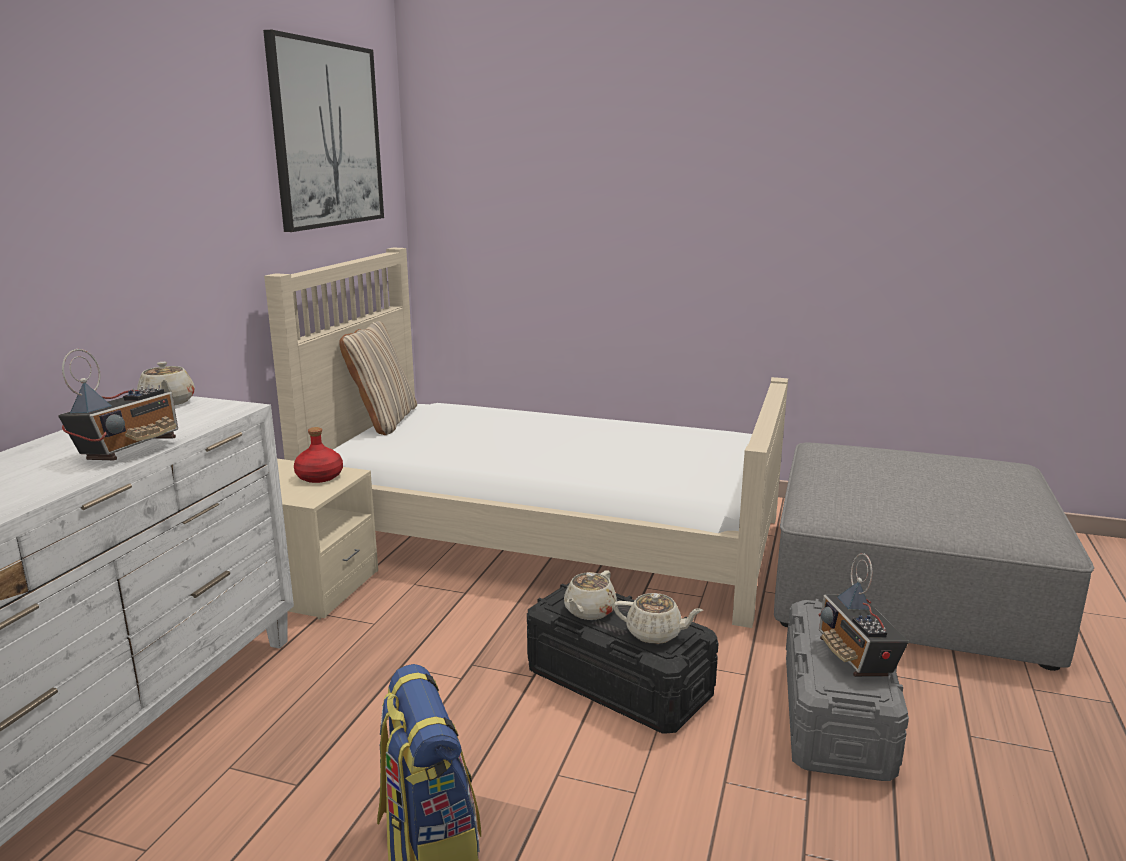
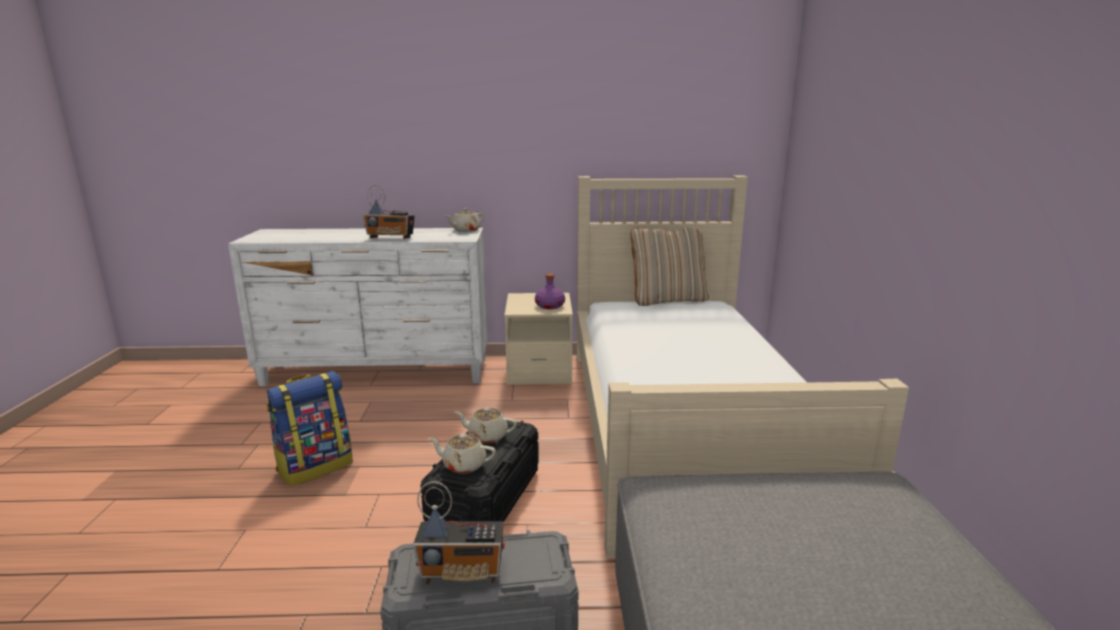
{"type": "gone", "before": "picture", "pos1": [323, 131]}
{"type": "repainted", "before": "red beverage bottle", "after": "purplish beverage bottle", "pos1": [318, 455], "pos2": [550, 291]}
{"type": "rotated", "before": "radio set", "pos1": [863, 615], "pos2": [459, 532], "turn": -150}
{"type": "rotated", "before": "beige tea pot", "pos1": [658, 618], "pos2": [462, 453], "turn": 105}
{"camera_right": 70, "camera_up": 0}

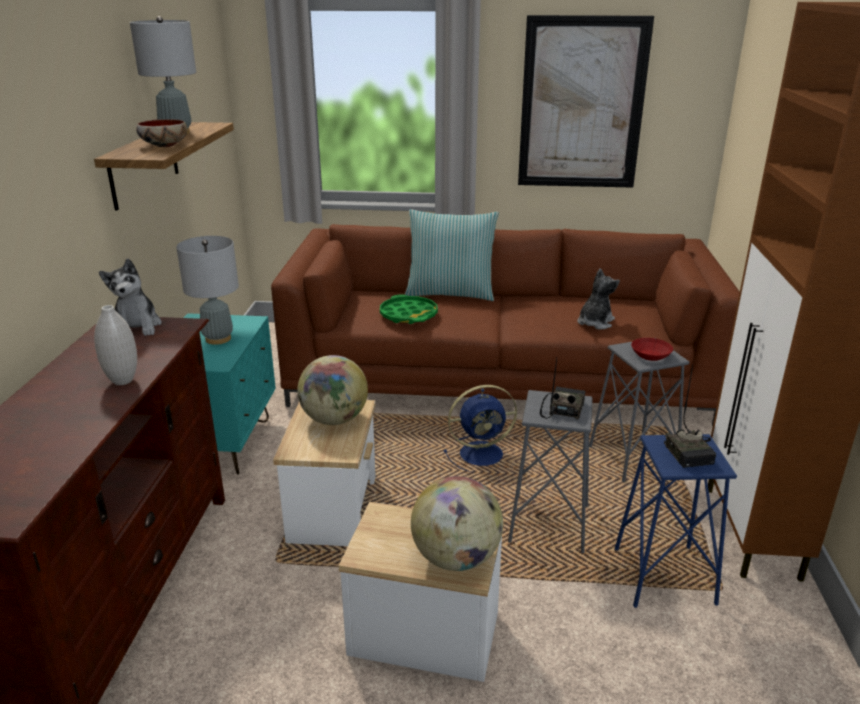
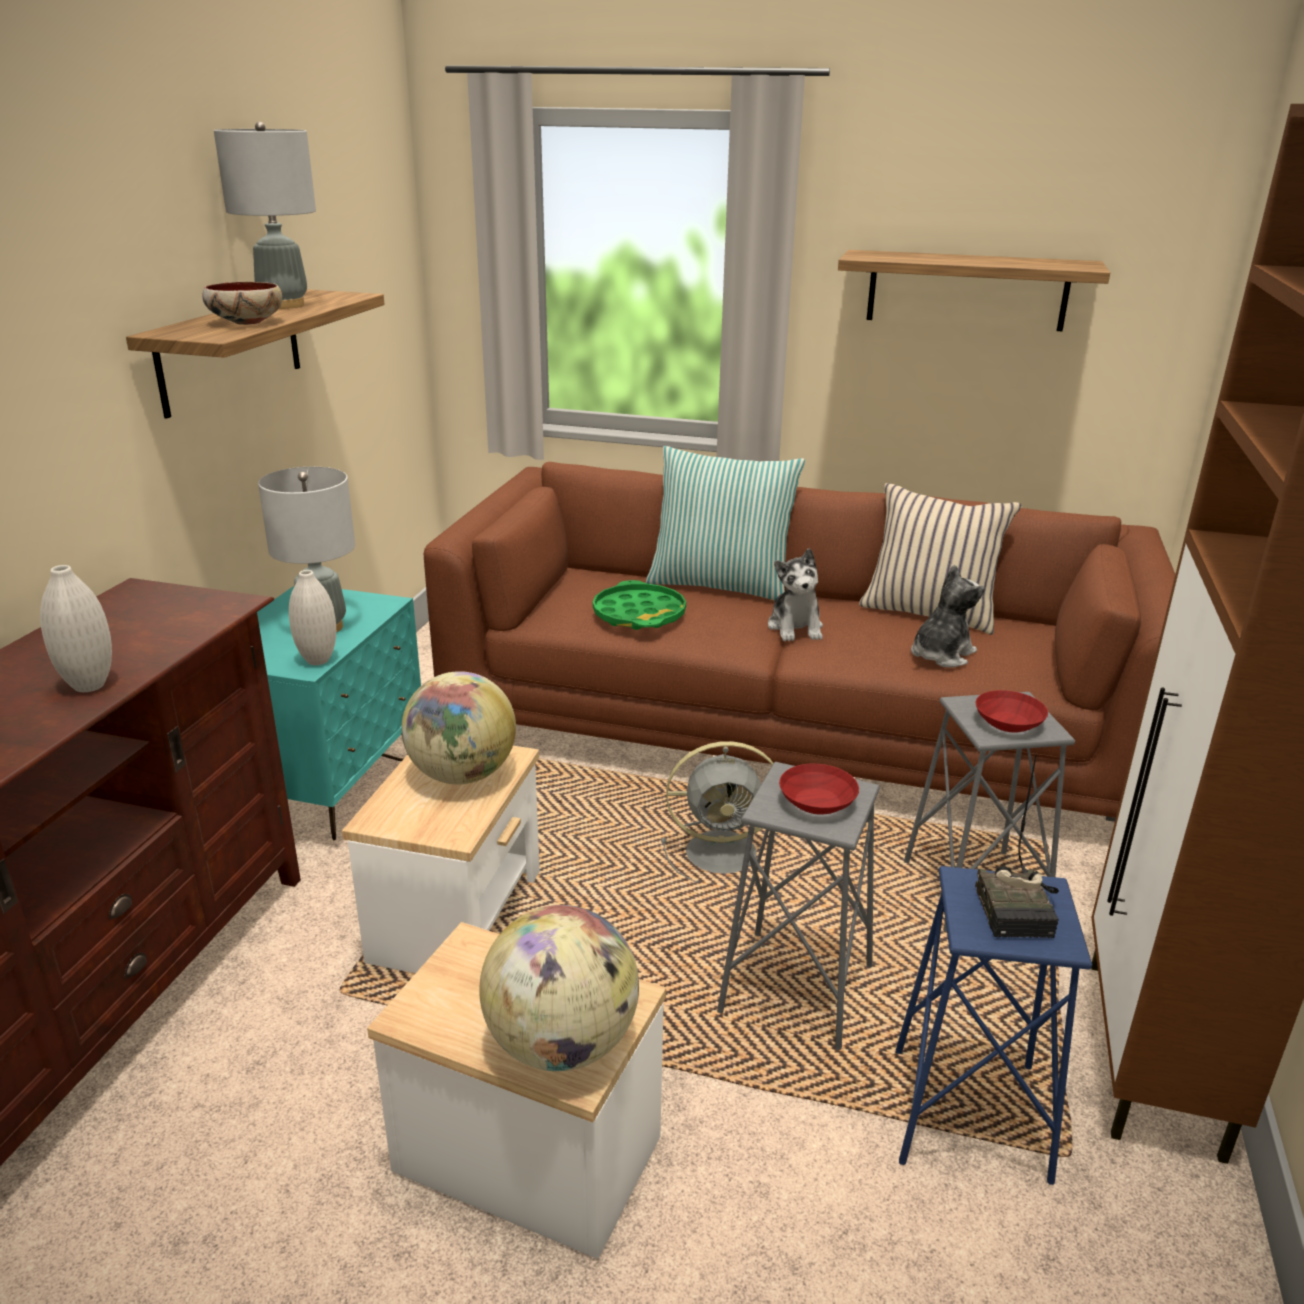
{"type": "swapped", "before": "picture", "after": "wall shelf", "pos1": [586, 101], "pos2": [974, 290]}
{"type": "shifted", "before": "plush toy", "pos1": [130, 297], "pos2": [795, 594]}
{"type": "swapped", "before": "radio set", "after": "red serving bowl", "pos1": [562, 389], "pos2": [819, 789]}
{"type": "repainted", "before": "bluish cooling fan", "after": "gray cooling fan", "pos1": [480, 428], "pos2": [717, 811]}
{"type": "new", "after": "beige throw pillow", "pos2": [940, 559]}
{"type": "new", "after": "white-coloured flower vase", "pos2": [312, 617]}
{"camera_right": 10, "camera_up": 0}

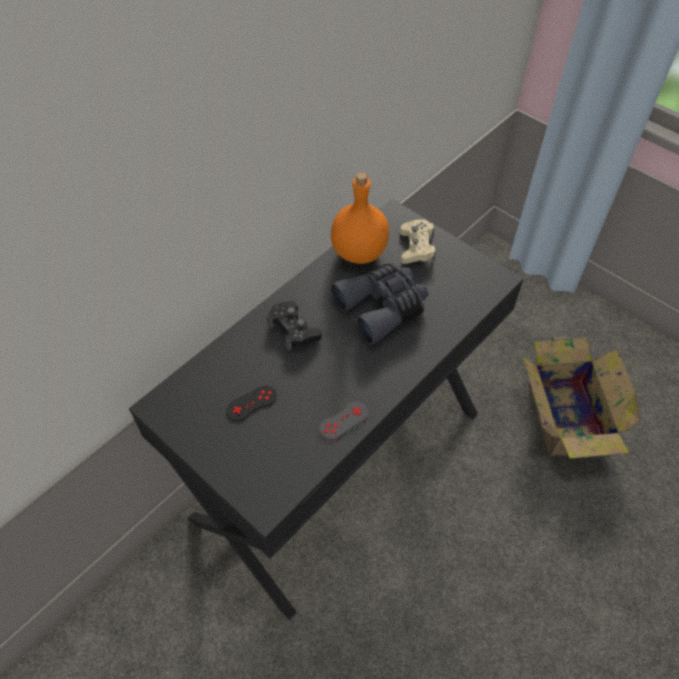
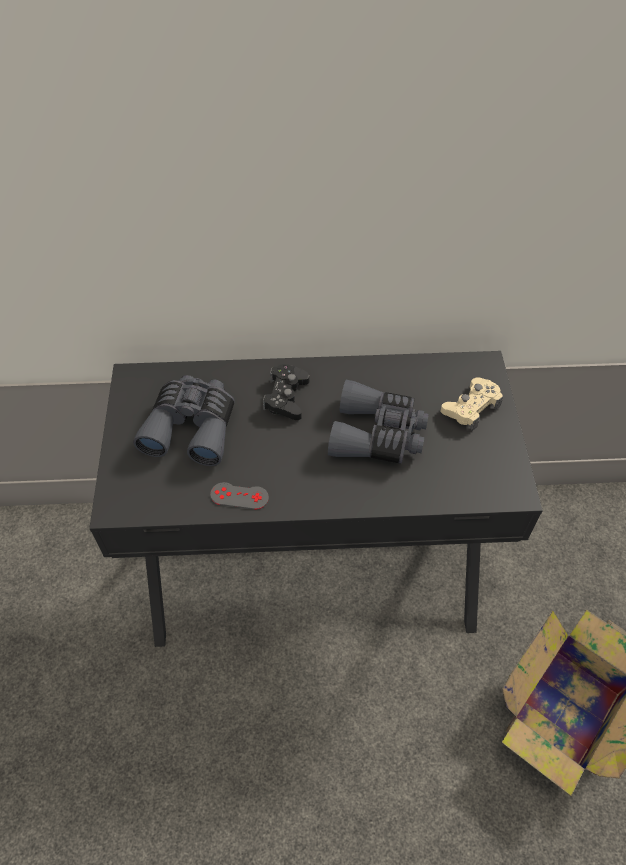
{"type": "gone", "before": "orange beverage bottle", "pos1": [360, 218]}
{"type": "swapped", "before": "black-coloured joypad", "after": "gray binoculars", "pos1": [251, 403], "pos2": [184, 420]}
{"camera_right": 45, "camera_up": 0}

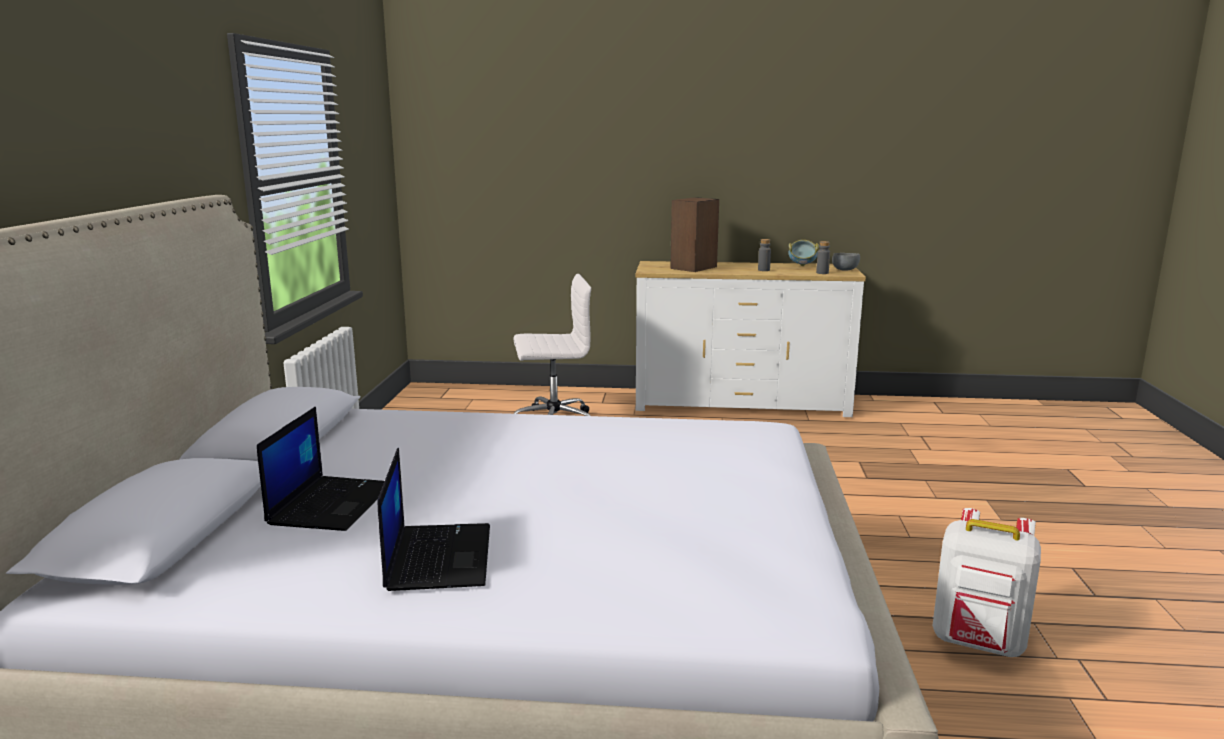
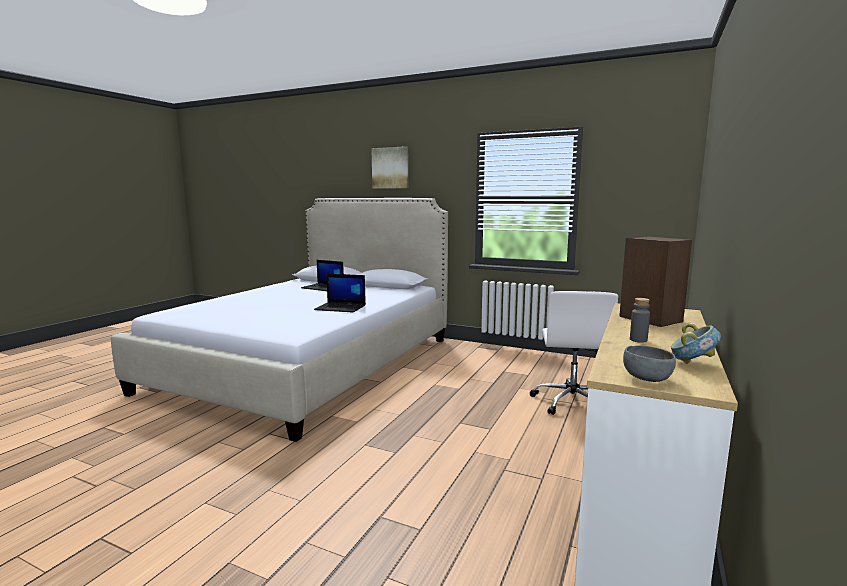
{"type": "gone", "before": "gray beverage bottle", "pos1": [823, 257]}
{"type": "shifted", "before": "notebook computer", "pos1": [434, 519], "pos2": [340, 293]}
{"type": "gone", "before": "white-coloured backpack", "pos1": [986, 582]}
{"type": "new", "after": "picture", "pos2": [389, 167]}
{"camera_right": 110, "camera_up": -5}

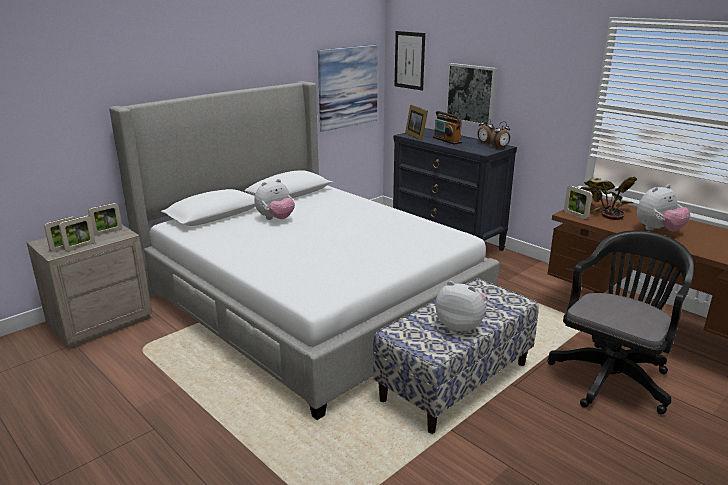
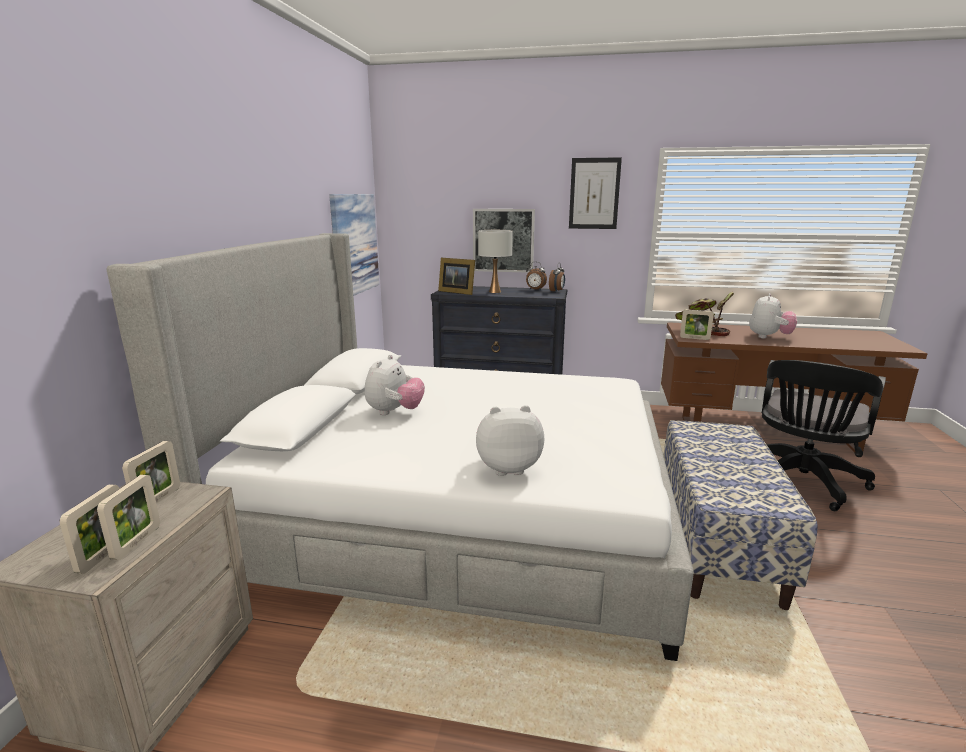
{"type": "shifted", "before": "picture", "pos1": [410, 61], "pos2": [595, 193]}
{"type": "swapped", "before": "radio set", "after": "white-coloured tabletop lamp", "pos1": [447, 128], "pos2": [495, 261]}
{"type": "rotated", "before": "black-coloured desk chair", "pos1": [620, 322], "pos2": [824, 435], "turn": -150}
{"type": "shifted", "before": "plush toy", "pos1": [461, 307], "pos2": [510, 440]}
{"camera_right": -35, "camera_up": -5}

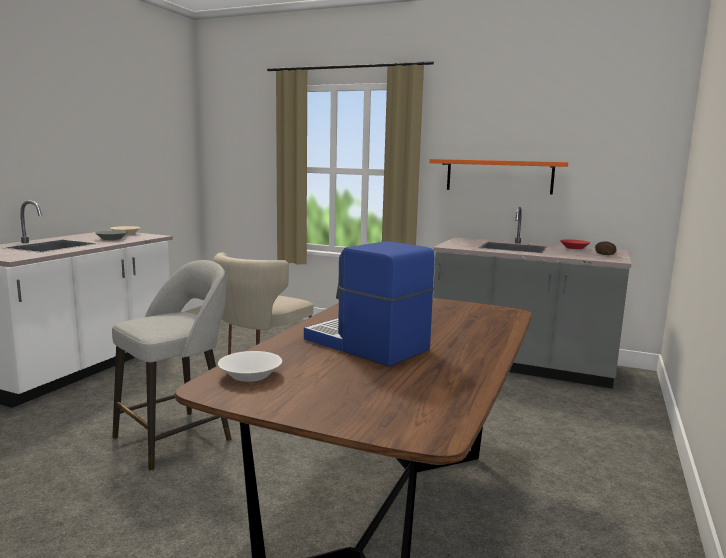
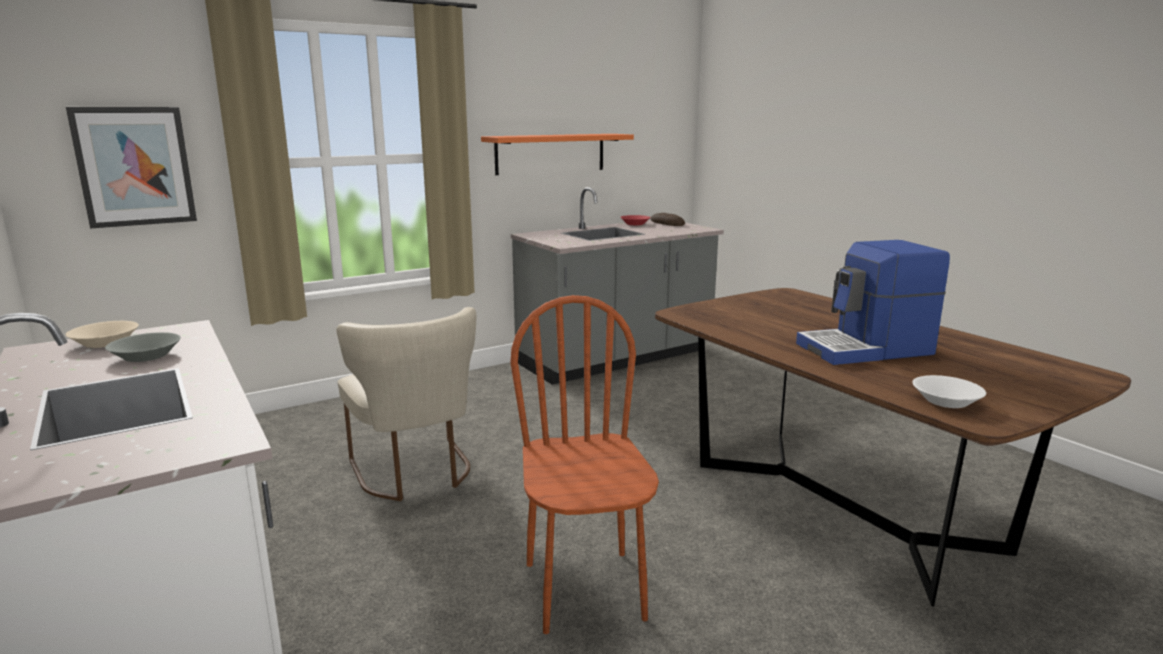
{"type": "swapped", "before": "gray sitting stool", "after": "brown plain chair", "pos1": [171, 365], "pos2": [584, 464]}
{"type": "new", "after": "picture", "pos2": [131, 168]}
{"camera_right": -55, "camera_up": 5}

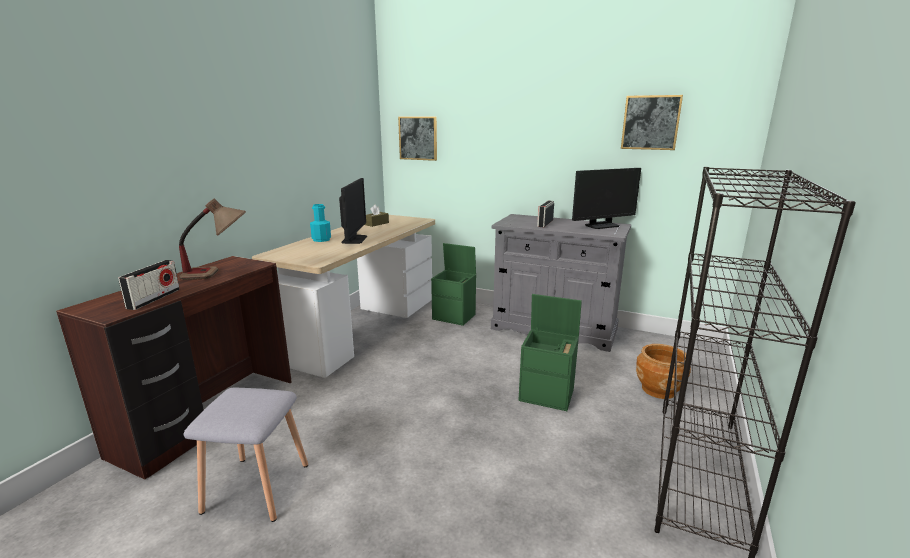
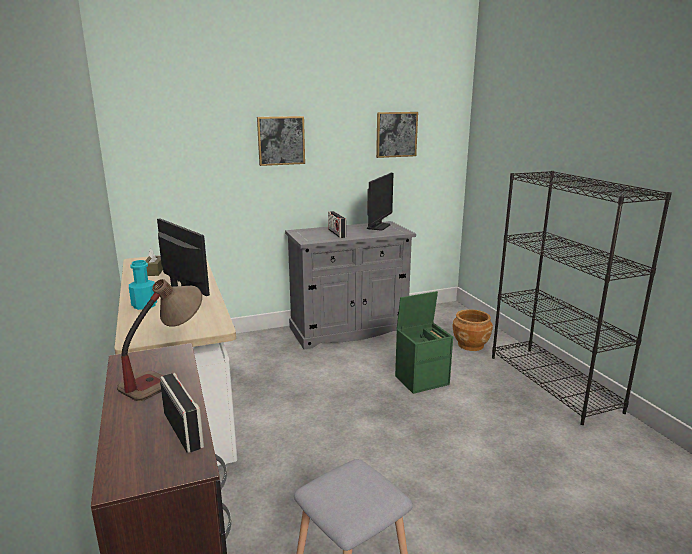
{"type": "shifted", "before": "picture", "pos1": [417, 139], "pos2": [281, 141]}
{"type": "gone", "before": "green-coloured storage box", "pos1": [453, 284]}
{"camera_right": -45, "camera_up": 0}

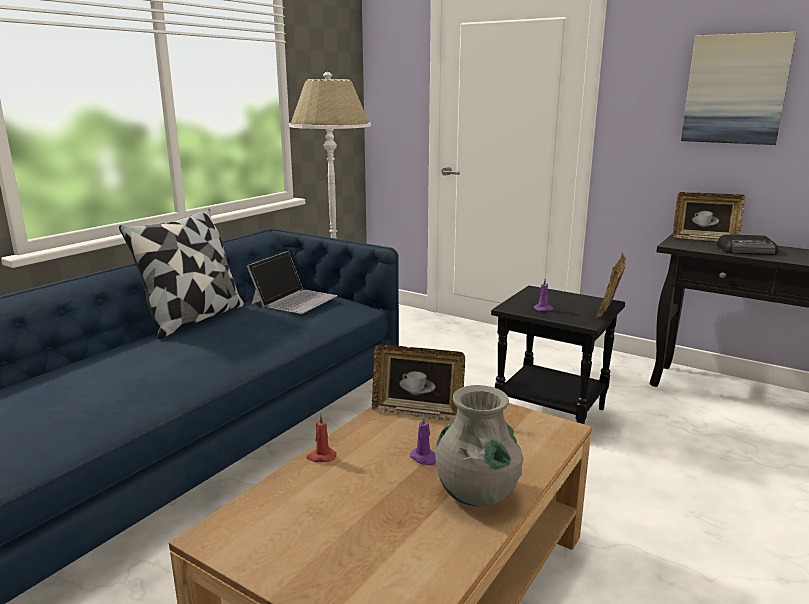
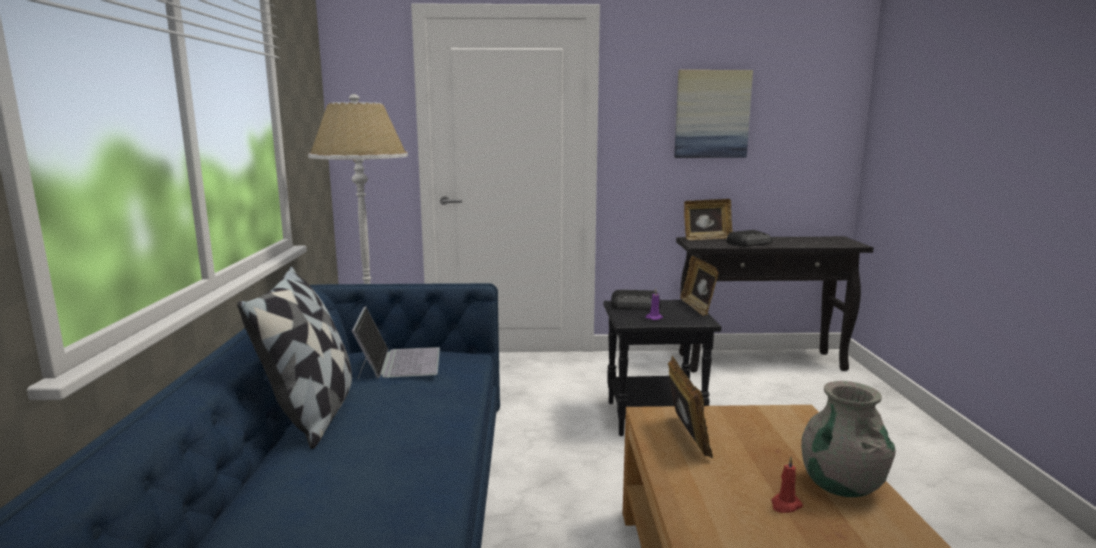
{"type": "rotated", "before": "standing frame", "pos1": [418, 383], "pos2": [690, 407], "turn": -75}
{"type": "shifted", "before": "red candle", "pos1": [321, 438], "pos2": [787, 485]}
{"type": "gone", "before": "purplish candle", "pos1": [423, 440]}
{"type": "new", "after": "radio set", "pos2": [636, 300]}
{"camera_right": -35, "camera_up": -5}

